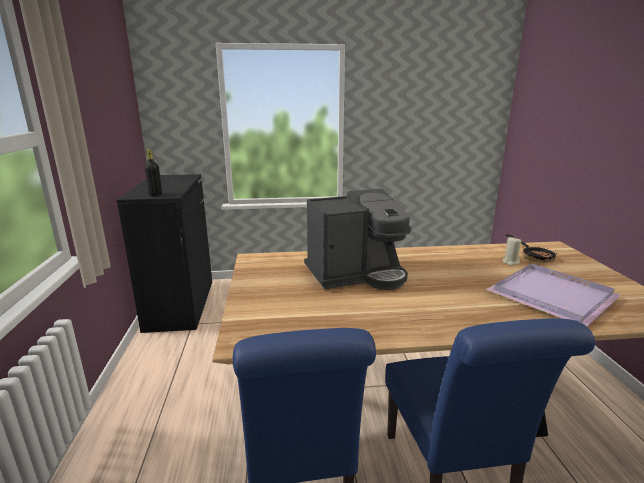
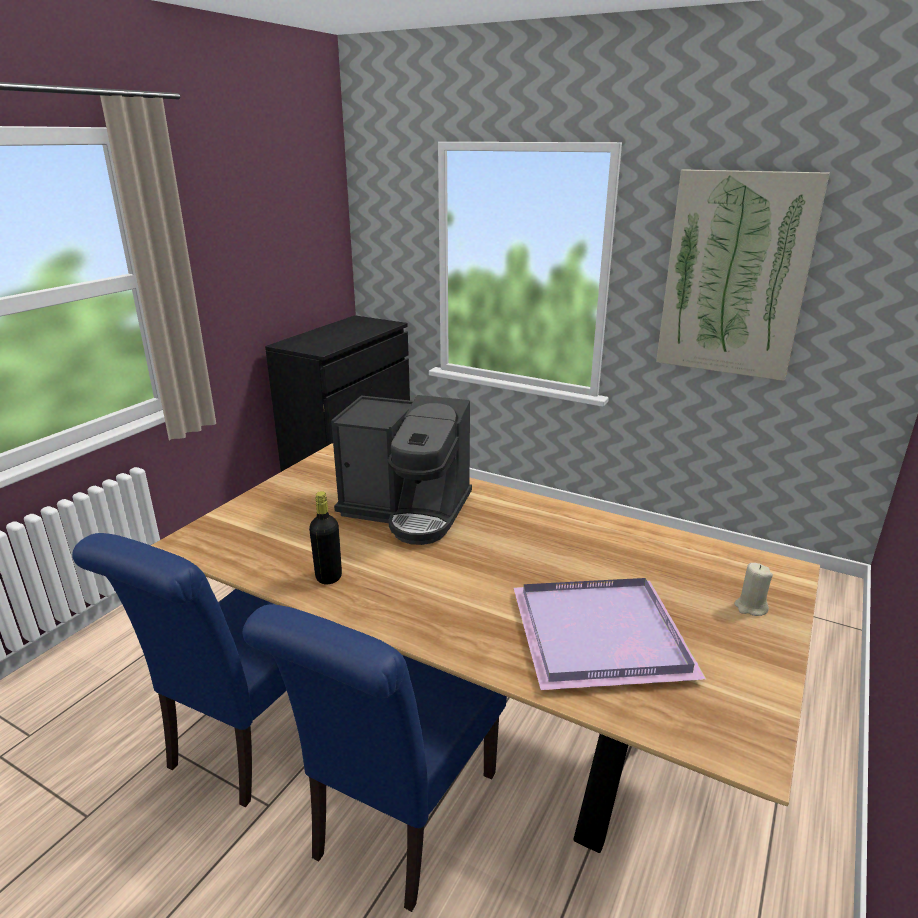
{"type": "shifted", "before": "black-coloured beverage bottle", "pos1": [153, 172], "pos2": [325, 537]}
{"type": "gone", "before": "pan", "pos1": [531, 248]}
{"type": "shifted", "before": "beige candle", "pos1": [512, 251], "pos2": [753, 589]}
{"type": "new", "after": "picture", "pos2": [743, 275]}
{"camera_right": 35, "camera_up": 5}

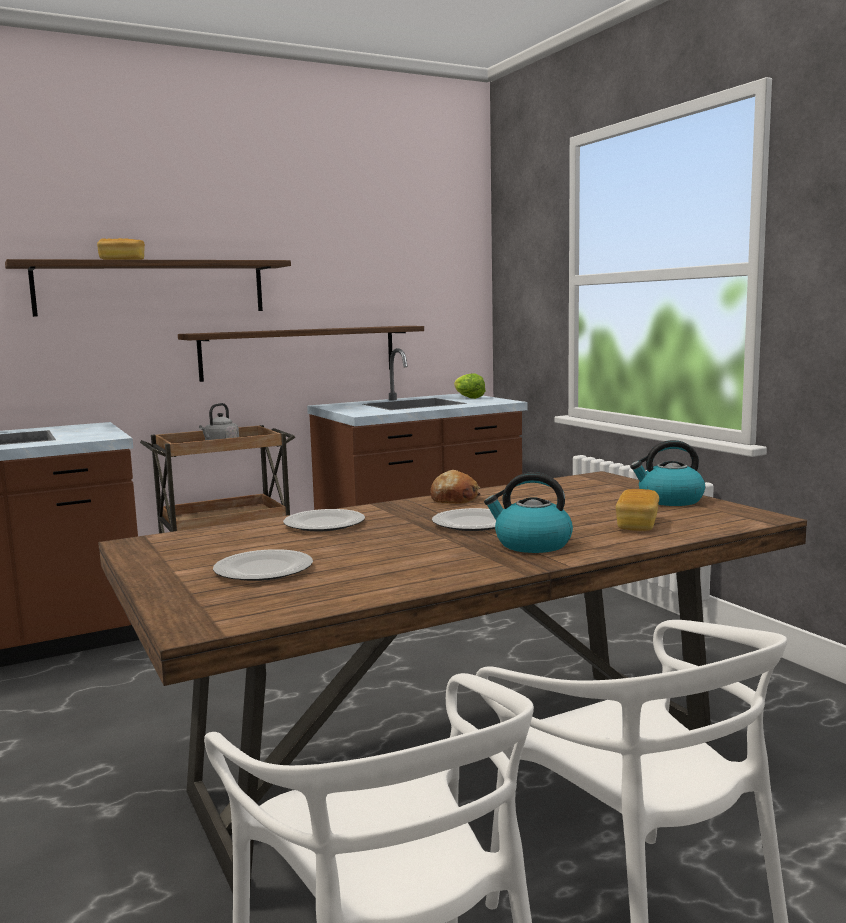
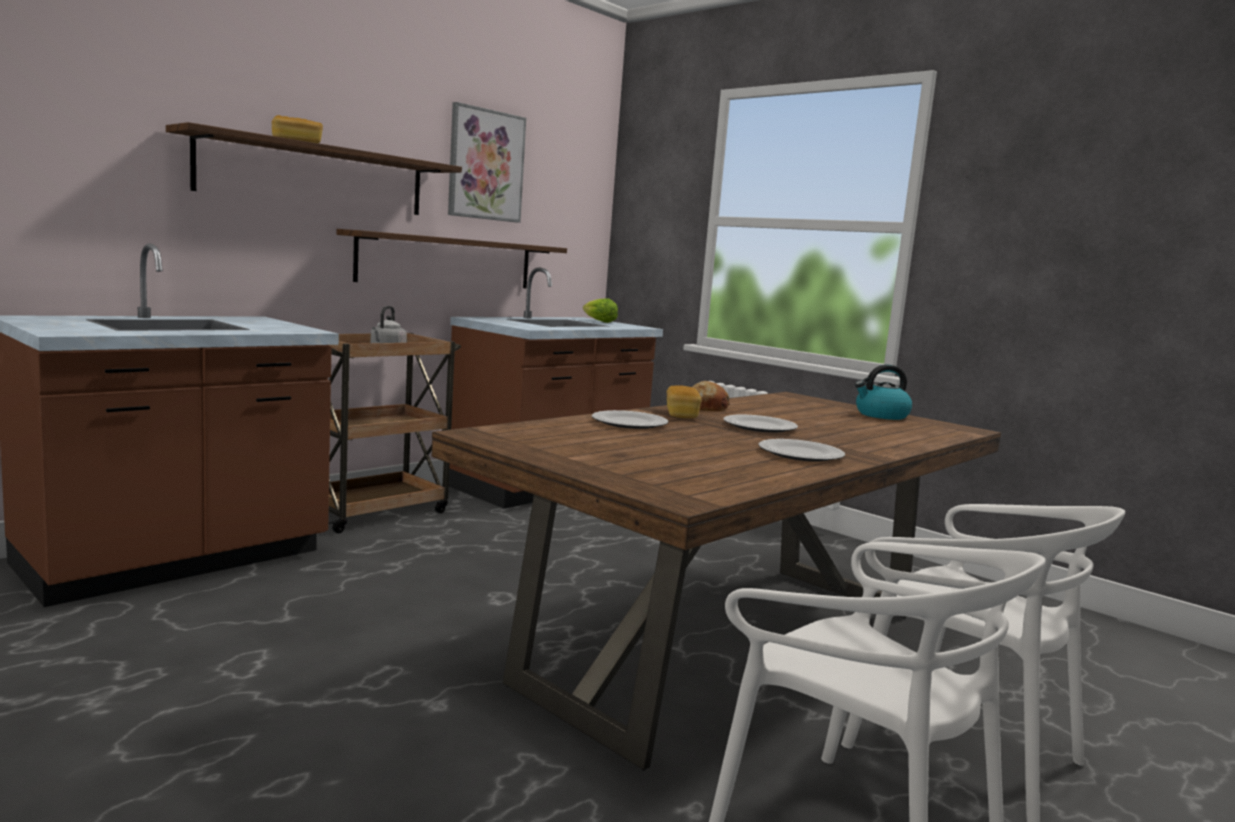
{"type": "gone", "before": "water kettle", "pos1": [528, 512]}
{"type": "shifted", "before": "baked bread", "pos1": [637, 510], "pos2": [684, 402]}
{"type": "shifted", "before": "plate", "pos1": [263, 565], "pos2": [801, 450]}
{"type": "new", "after": "picture", "pos2": [487, 162]}
{"camera_right": -20, "camera_up": 0}

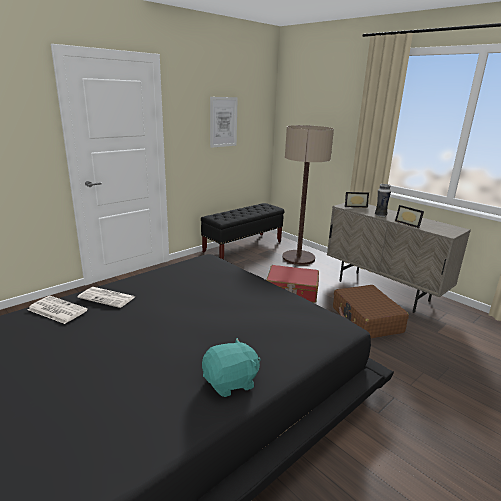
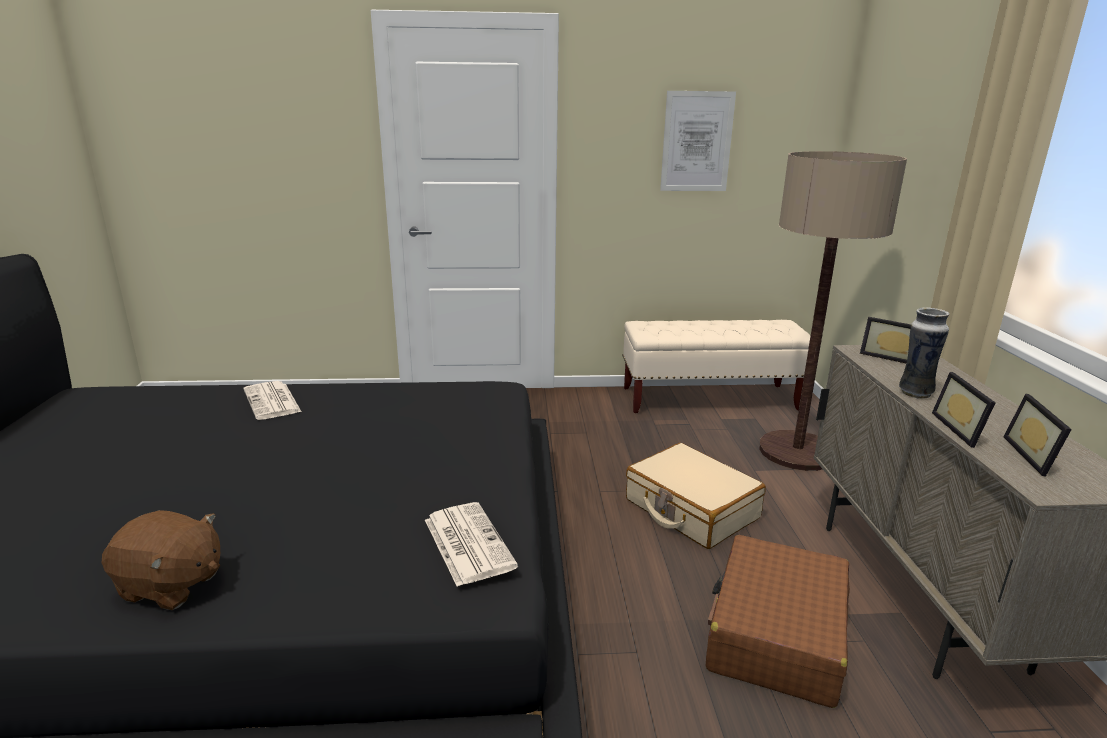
{"type": "repainted", "before": "black-coloured indoor bench", "after": "beige indoor bench", "pos1": [242, 231], "pos2": [716, 366]}
{"type": "repainted", "before": "red piece of luggage", "after": "beige piece of luggage", "pos1": [292, 284], "pos2": [696, 496]}
{"type": "shifted", "before": "newspaper", "pos1": [58, 310], "pos2": [471, 544]}
{"type": "repainted", "before": "turquoise plush toy", "after": "brown plush toy", "pos1": [231, 367], "pos2": [161, 560]}
{"type": "new", "after": "standing frame", "pos2": [1037, 435]}
{"camera_right": 40, "camera_up": 0}

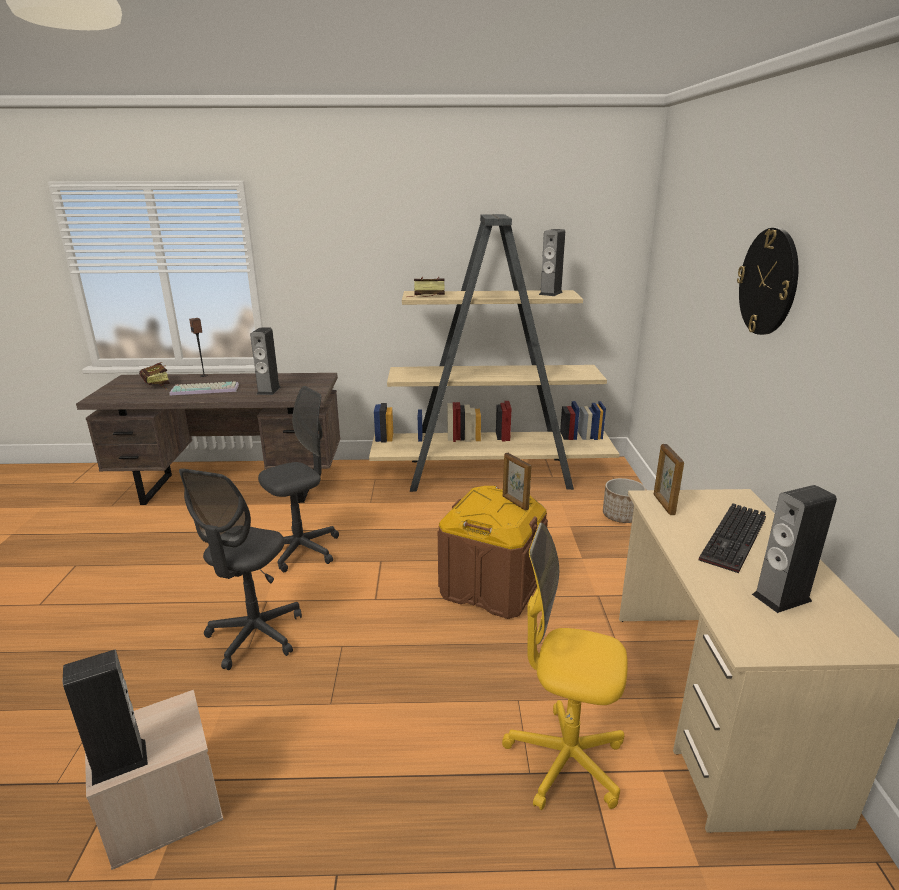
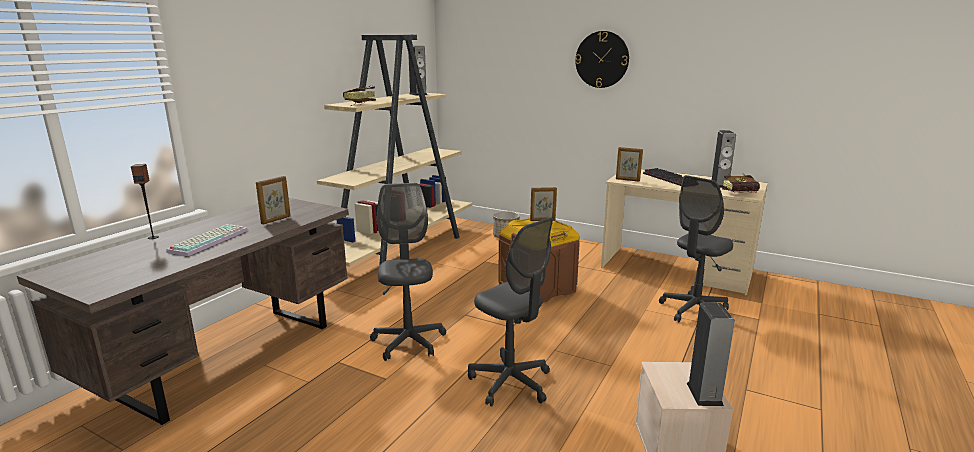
{"type": "swapped", "before": "loudspeaker", "after": "standing frame", "pos1": [265, 361], "pos2": [273, 200]}
{"type": "shifted", "before": "volume", "pos1": [154, 376], "pos2": [741, 183]}
{"type": "repainted", "before": "yellow desk chair", "after": "gray desk chair", "pos1": [565, 666], "pos2": [696, 248]}
{"camera_right": -60, "camera_up": -5}

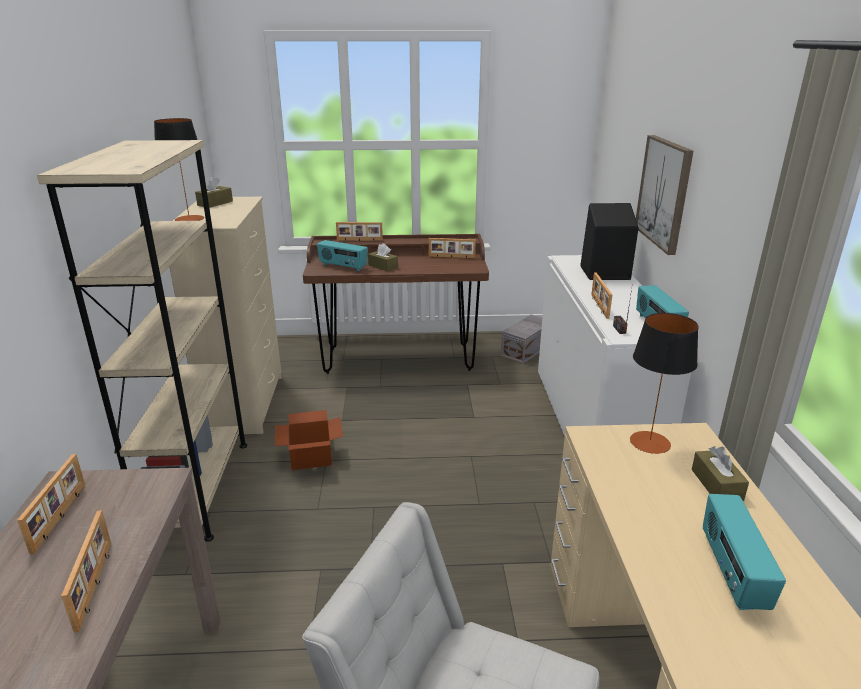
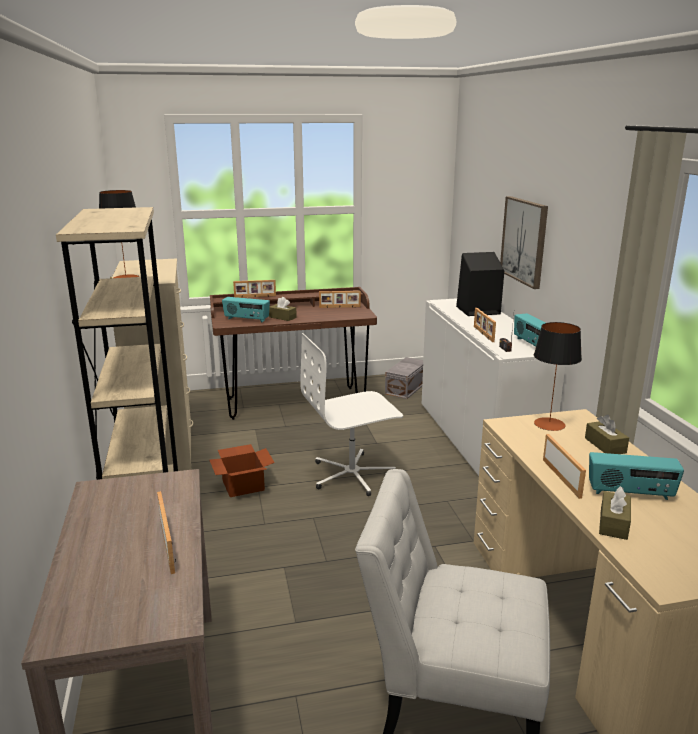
{"type": "shifted", "before": "brown tissue holder", "pos1": [214, 192], "pos2": [615, 513]}
{"type": "shifted", "before": "standing frame", "pos1": [51, 504], "pos2": [564, 466]}
{"type": "rotated", "before": "radio set", "pos1": [744, 552], "pos2": [636, 476], "turn": -75}
{"type": "new", "after": "white-coloured desk chair", "pos2": [352, 414]}
{"camera_right": -10, "camera_up": -5}

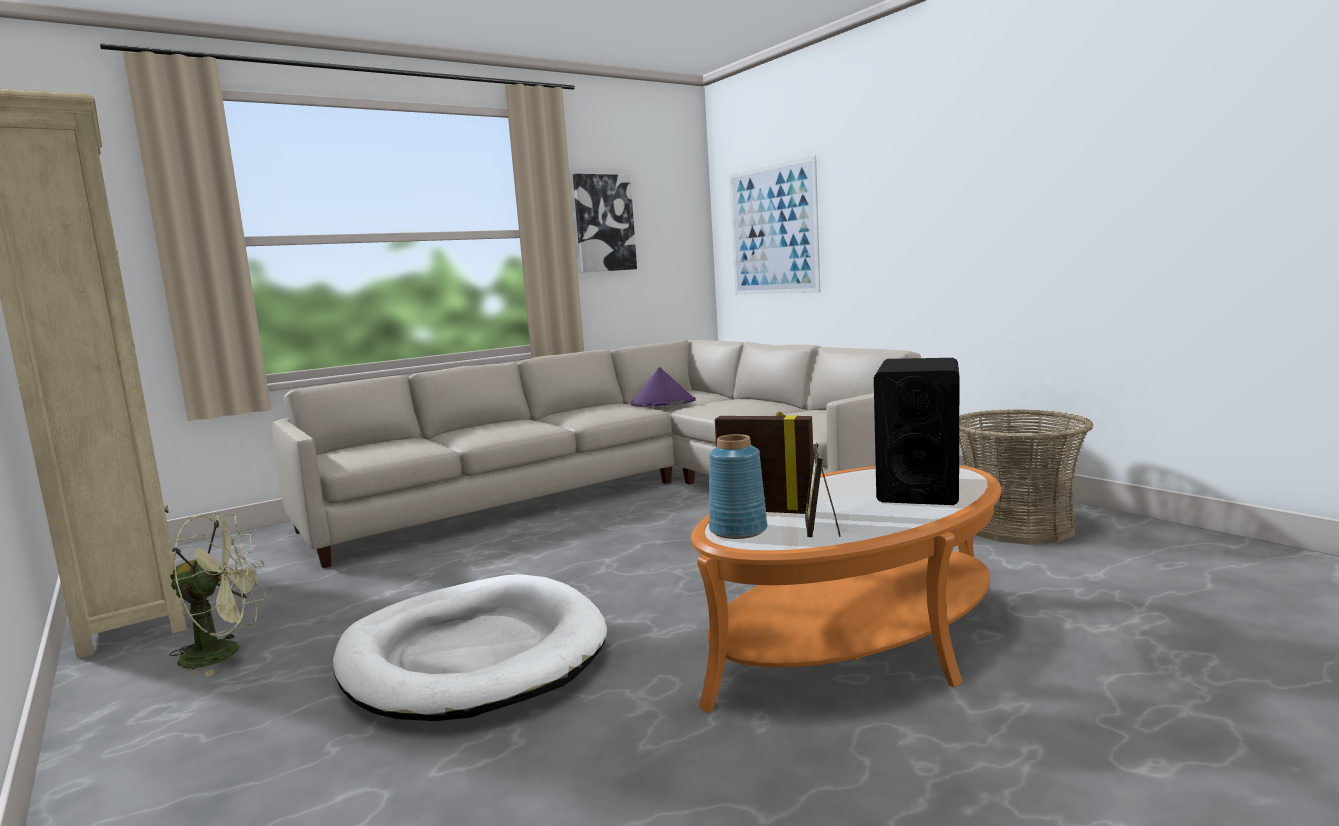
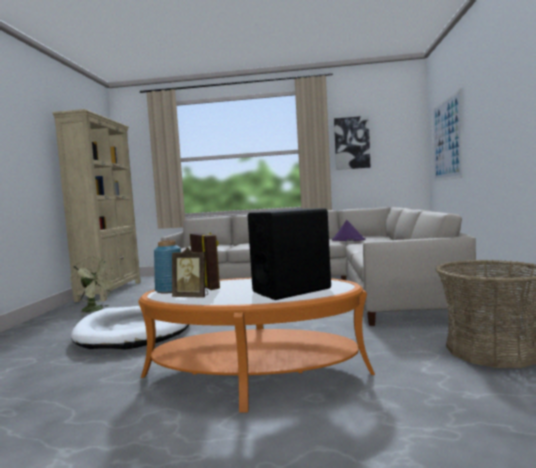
{"type": "rotated", "before": "standing frame", "pos1": [823, 490], "pos2": [190, 272], "turn": -120}
{"camera_right": 40, "camera_up": -5}

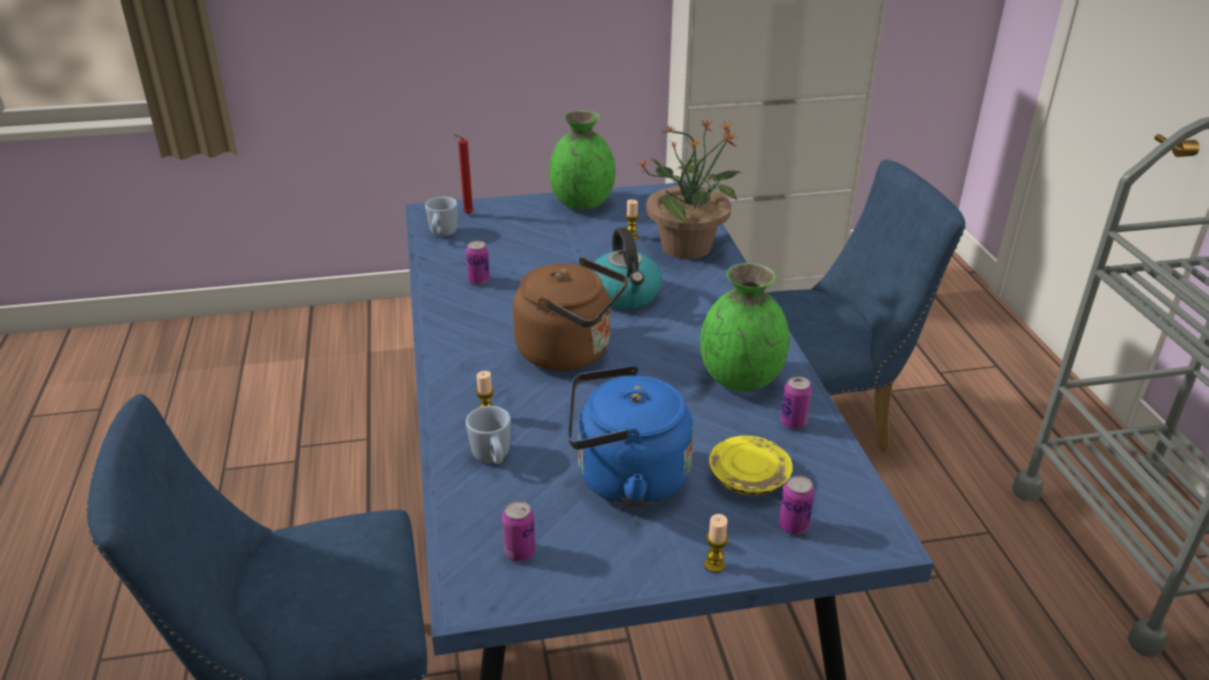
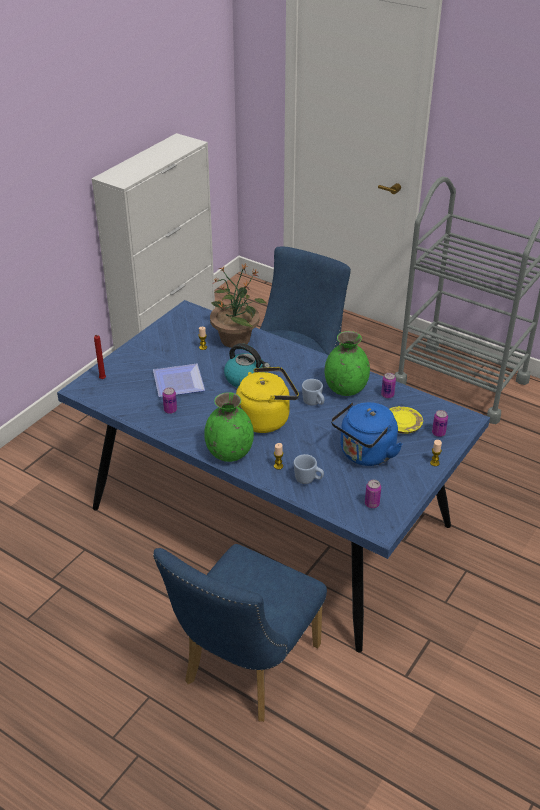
{"type": "shifted", "before": "green-coloured flower vase", "pos1": [582, 160], "pos2": [229, 427]}
{"type": "shifted", "before": "bluish mug", "pos1": [441, 216], "pos2": [313, 392]}
{"type": "repainted", "before": "brown water kettle", "after": "yellow water kettle", "pos1": [570, 314], "pos2": [267, 400]}
{"type": "new", "after": "plate", "pos2": [179, 380]}
{"camera_right": -45, "camera_up": 5}

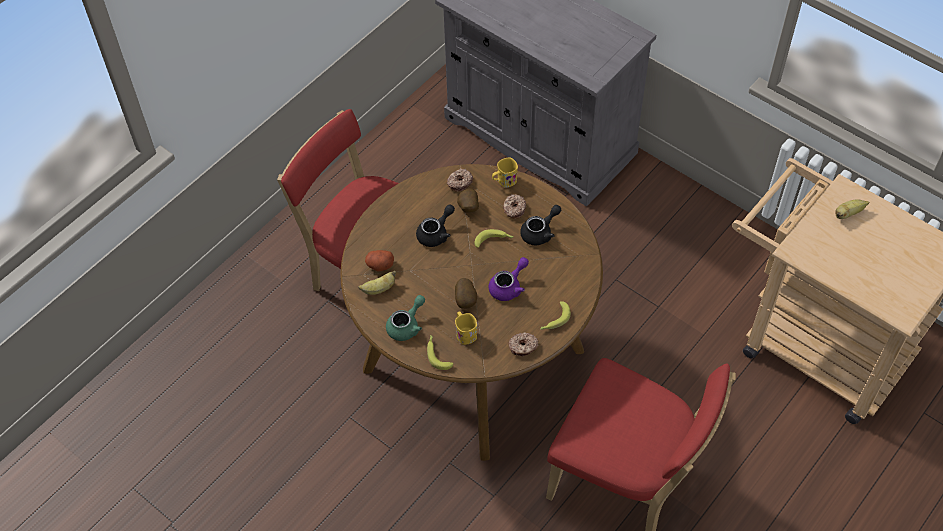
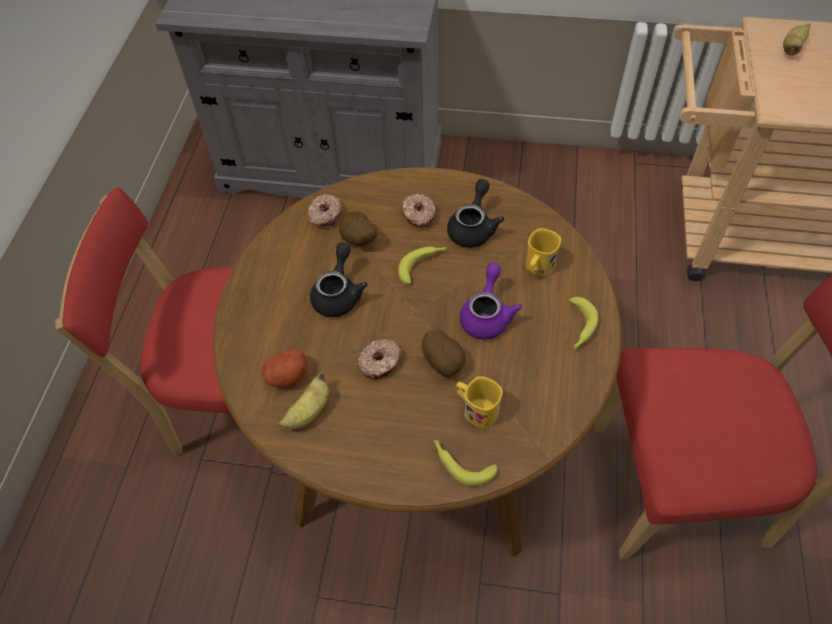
{"type": "shifted", "before": "yellow mug", "pos1": [505, 172], "pos2": [543, 252]}
{"type": "gone", "before": "green-coloured tea pot", "pos1": [405, 318]}
{"type": "shifted", "before": "ring doughnut", "pos1": [523, 344], "pos2": [379, 359]}
{"camera_right": -30, "camera_up": 0}

